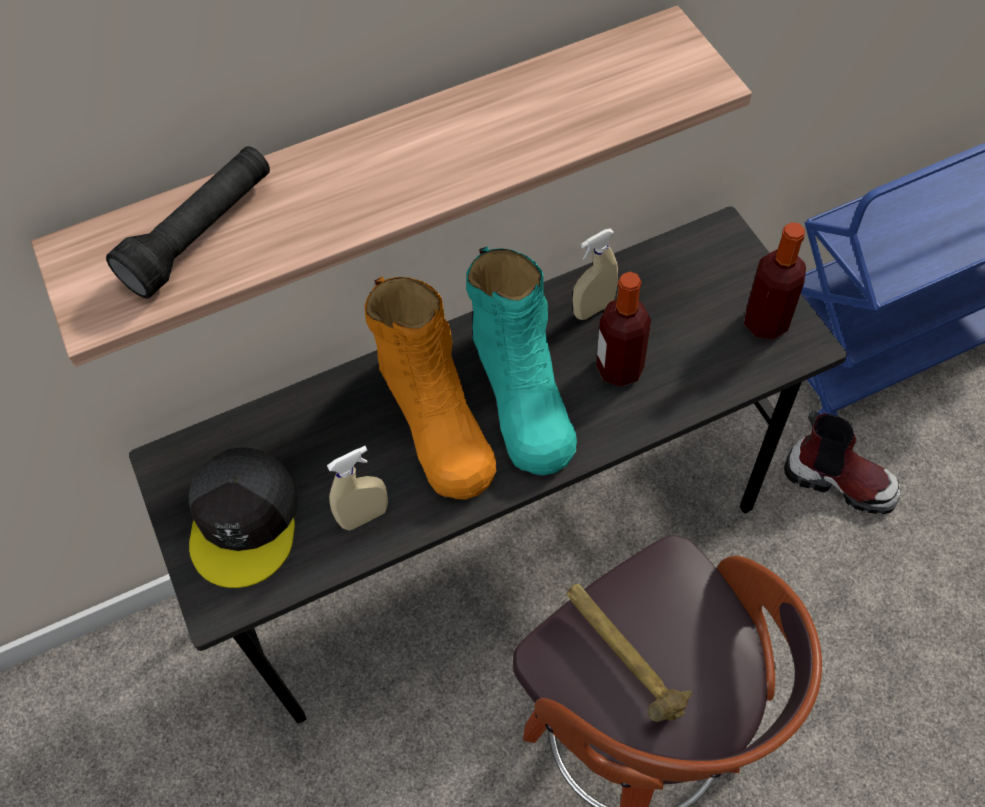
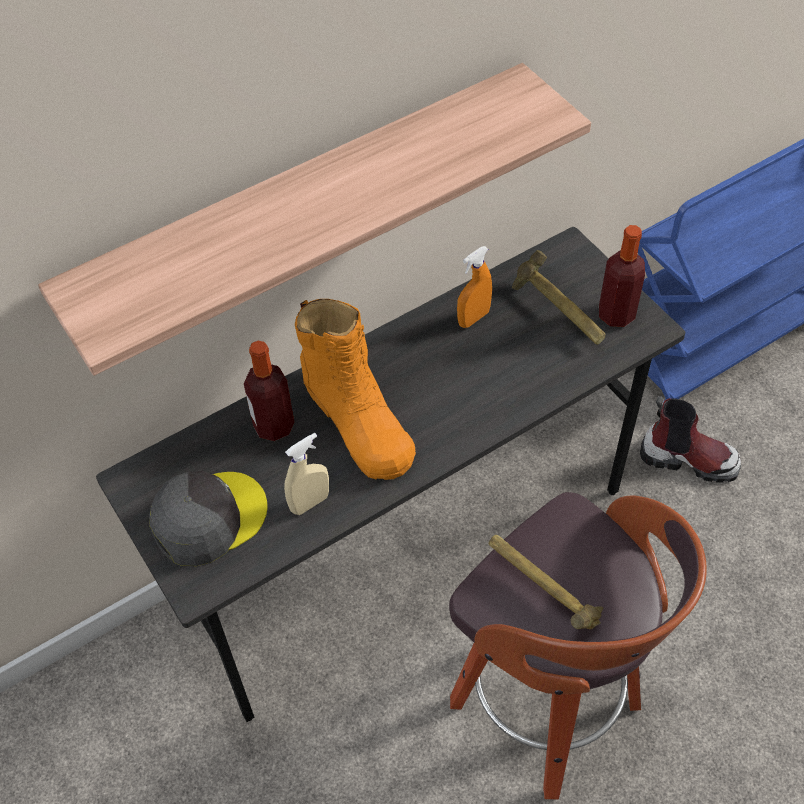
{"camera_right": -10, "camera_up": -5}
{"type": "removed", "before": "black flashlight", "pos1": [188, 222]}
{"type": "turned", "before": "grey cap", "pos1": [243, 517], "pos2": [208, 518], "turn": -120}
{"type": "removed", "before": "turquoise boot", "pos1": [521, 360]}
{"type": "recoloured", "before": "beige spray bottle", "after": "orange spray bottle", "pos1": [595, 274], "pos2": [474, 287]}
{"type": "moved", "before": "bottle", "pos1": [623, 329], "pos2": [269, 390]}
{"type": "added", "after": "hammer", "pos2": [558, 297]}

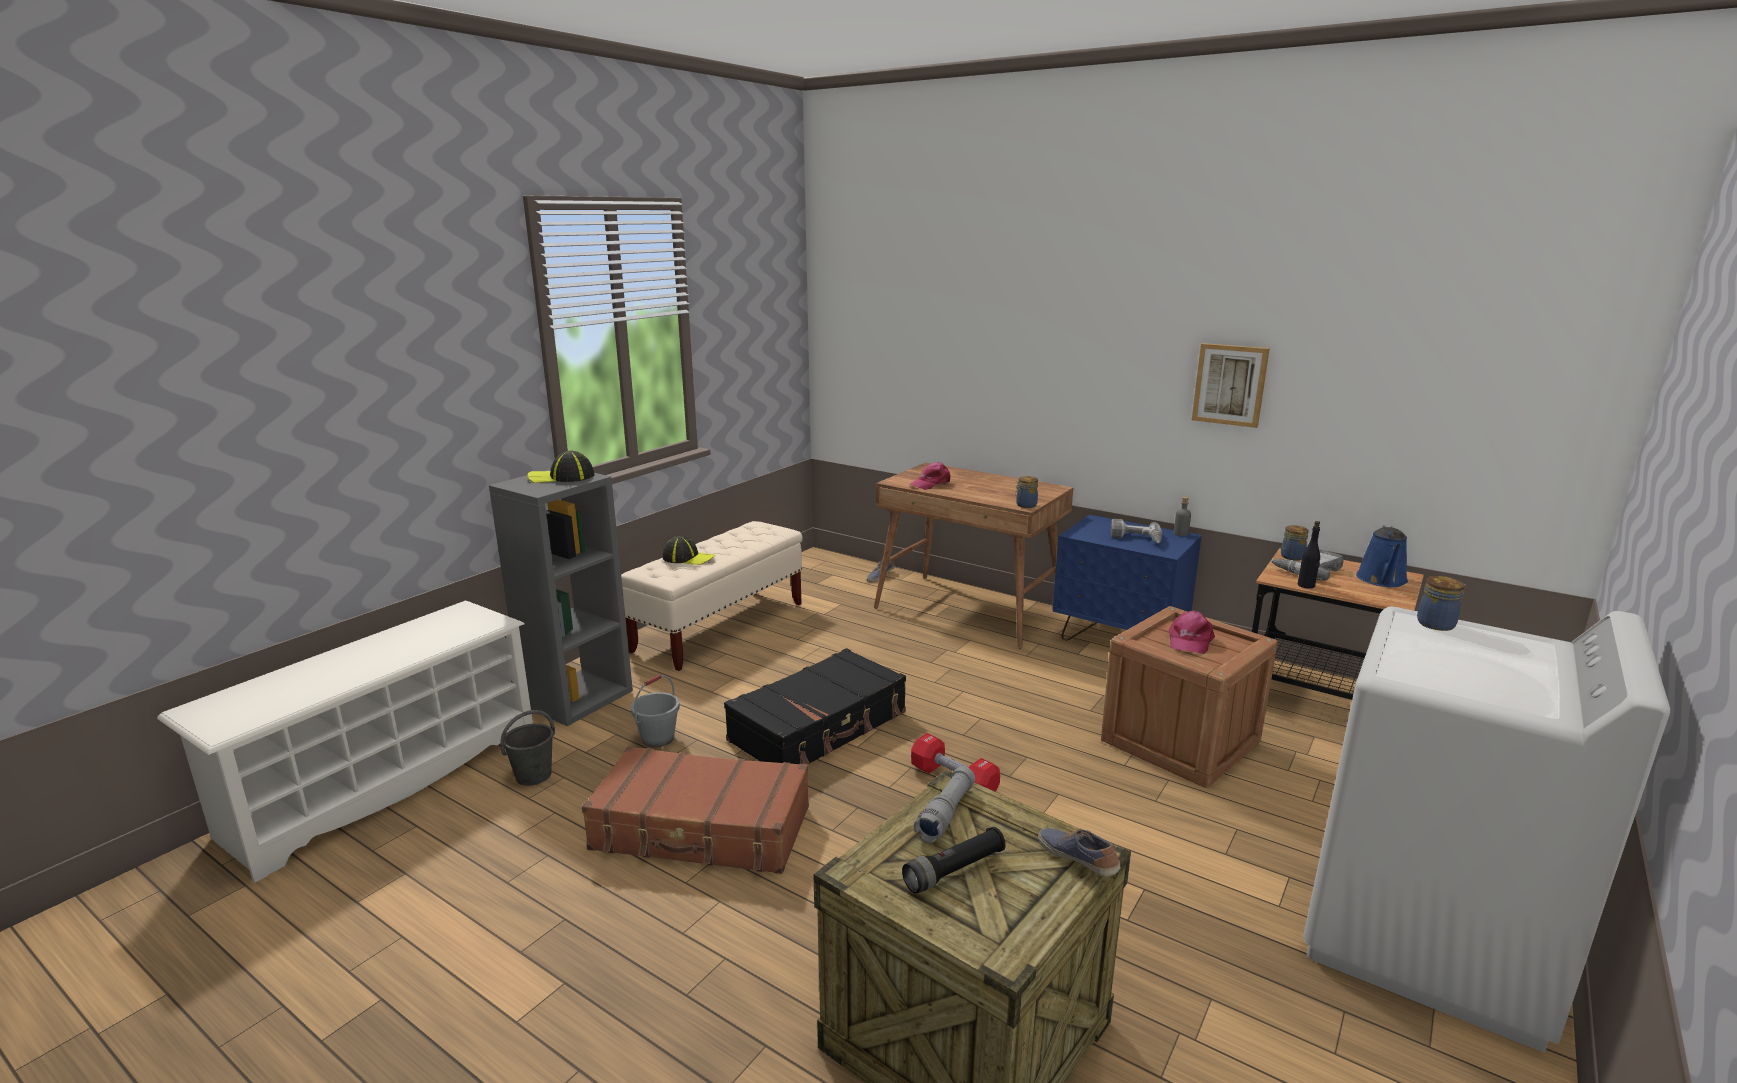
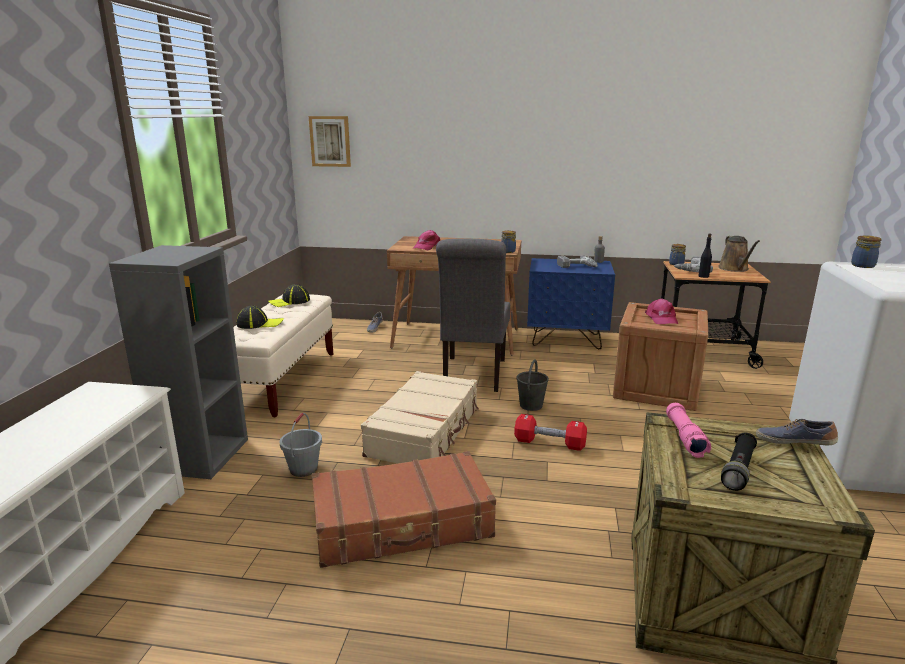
{"camera_right": -25, "camera_up": 0}
{"type": "moved", "before": "grey bucket", "pos1": [527, 748], "pos2": [532, 385]}
{"type": "moved", "before": "cap", "pos1": [561, 467], "pos2": [289, 295]}
{"type": "recoloured", "before": "black suitcase", "after": "beige suitcase", "pos1": [815, 706], "pos2": [420, 417]}
{"type": "recoloured", "before": "grey flashlight", "after": "pink flashlight", "pos1": [944, 804], "pos2": [688, 430]}
{"type": "moved", "before": "picture", "pos1": [1231, 385], "pos2": [330, 141]}
{"type": "recoloured", "before": "blue watering can", "after": "brown watering can", "pos1": [1382, 556], "pos2": [739, 254]}
{"type": "added", "after": "grey chair", "pos2": [473, 315]}

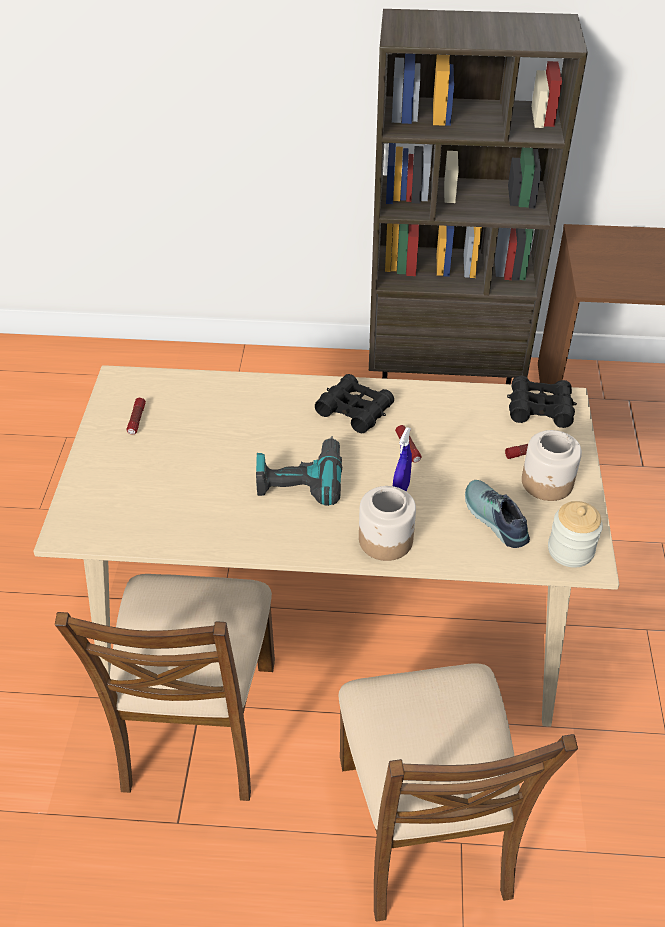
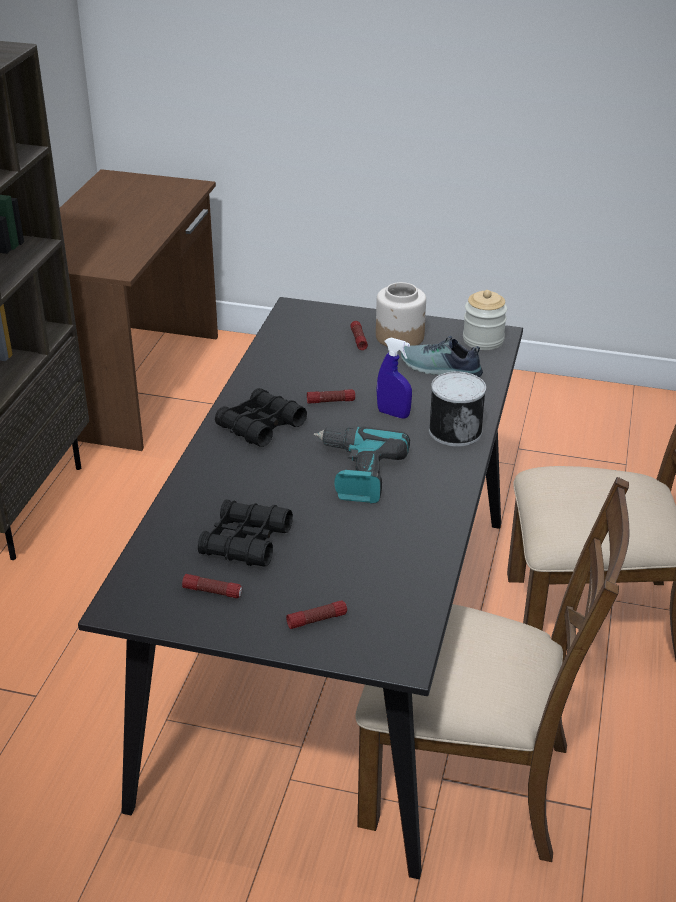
{"camera_right": -80, "camera_up": -10}
{"type": "recoloured", "before": "beige dining table", "after": "black dining table", "pos1": [326, 546], "pos2": [300, 588]}
{"type": "replaced", "before": "jar", "after": "can", "pos1": [387, 523], "pos2": [457, 409]}
{"type": "turned", "before": "shoe", "pos1": [497, 514], "pos2": [442, 356], "turn": 45}
{"type": "moved", "before": "black binoculars", "pos1": [542, 402], "pos2": [245, 533]}
{"type": "added", "after": "flashlight", "pos2": [316, 615]}

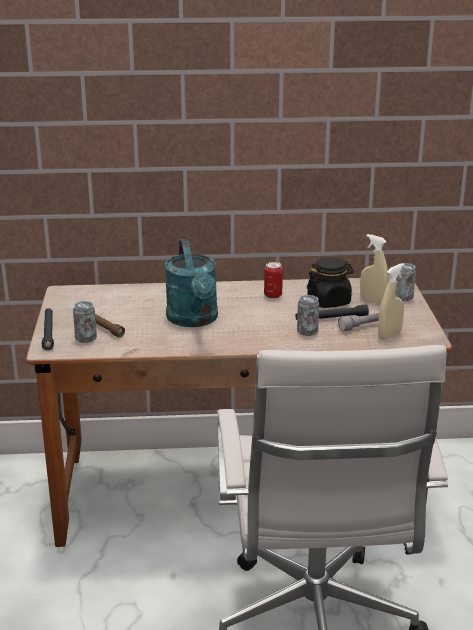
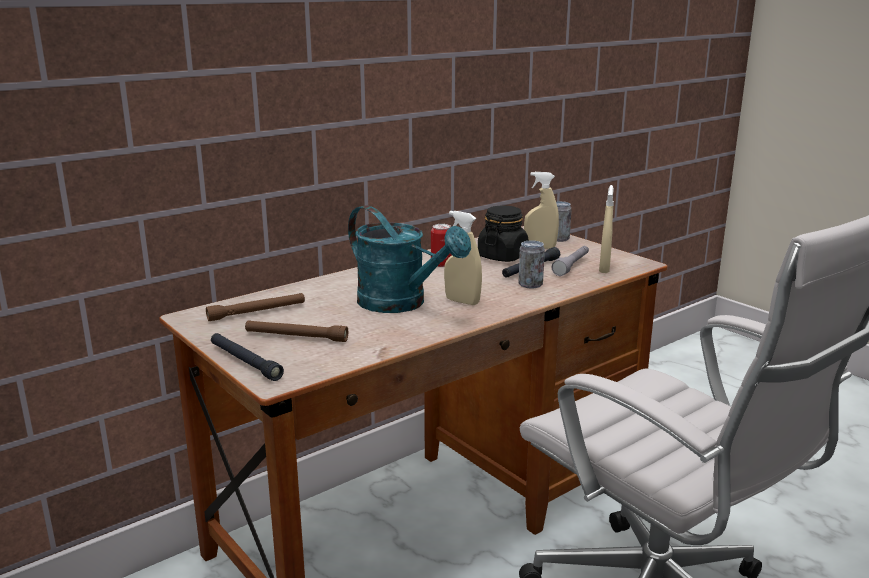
{"camera_right": -35, "camera_up": -5}
{"type": "removed", "before": "can", "pos1": [85, 322]}
{"type": "added", "after": "brown flashlight", "pos2": [255, 307]}
{"type": "added", "after": "beige spray bottle", "pos2": [463, 258]}

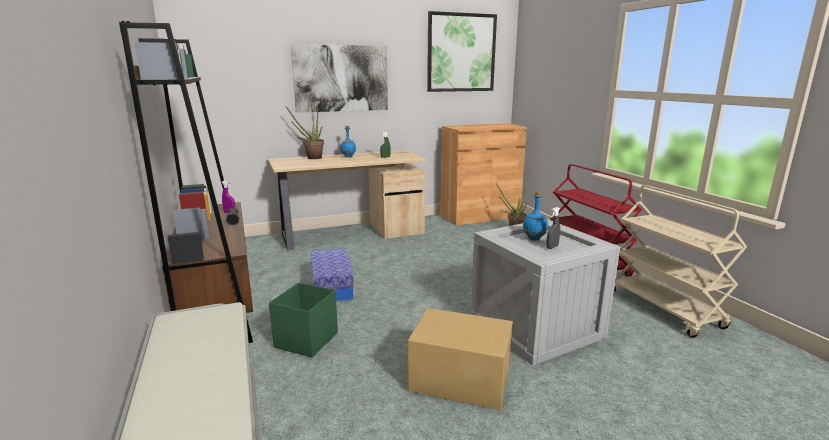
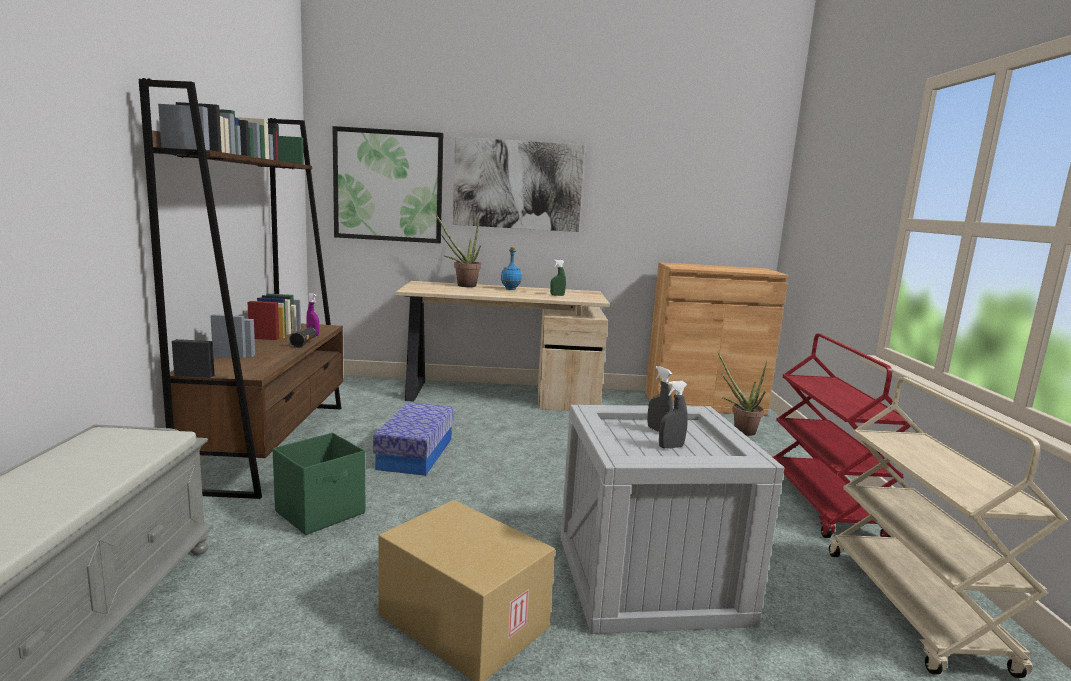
{"camera_right": 20, "camera_up": -5}
{"type": "moved", "before": "picture", "pos1": [462, 51], "pos2": [387, 184]}
{"type": "replaced", "before": "blue bottle", "after": "grey spray bottle", "pos1": [535, 216], "pos2": [660, 399]}

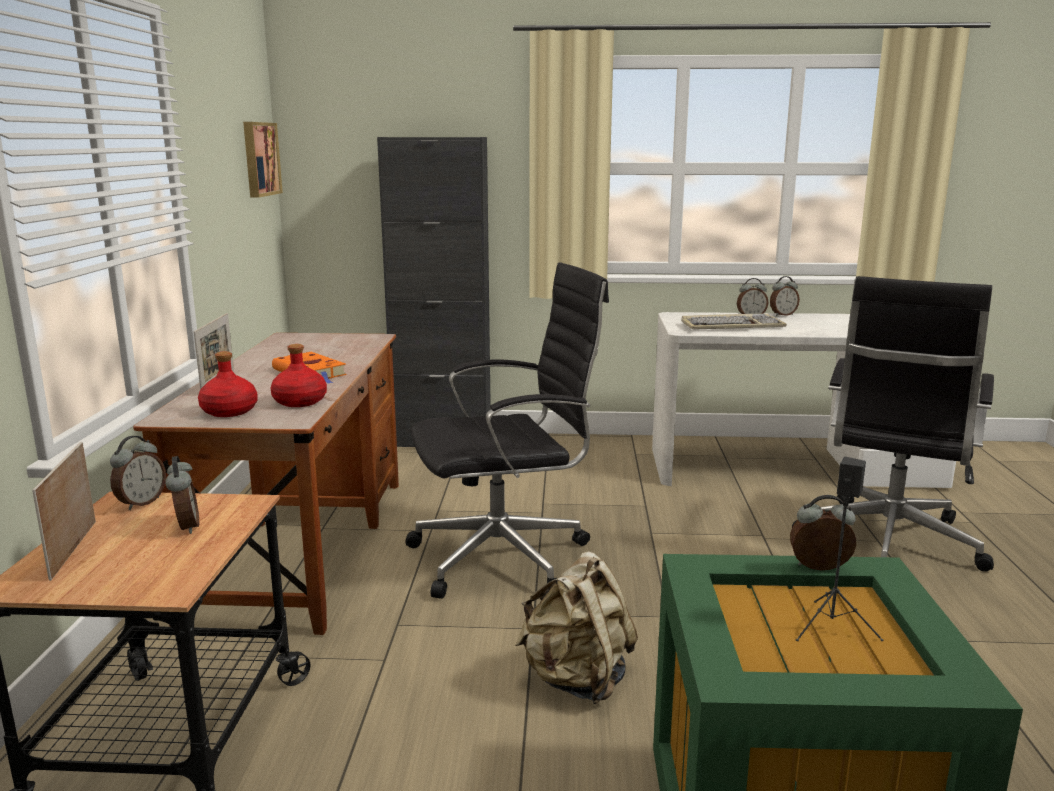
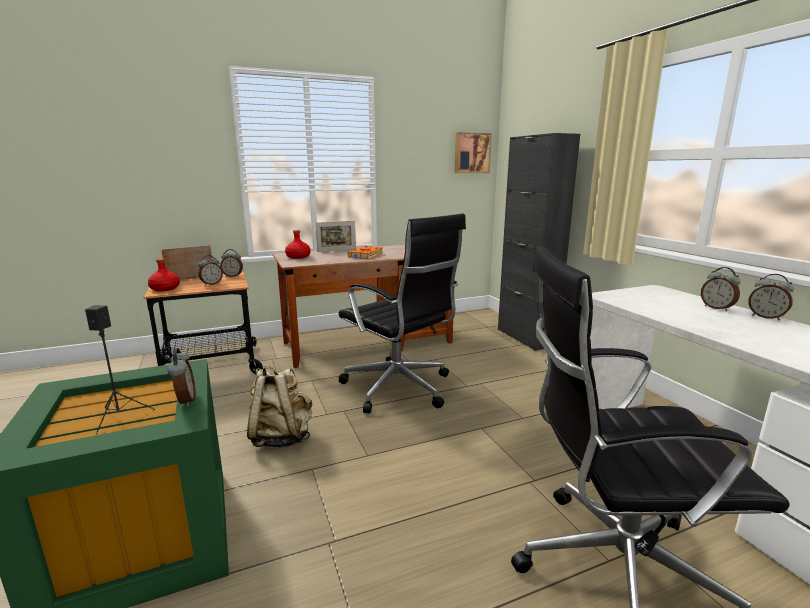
{"camera_right": 65, "camera_up": 0}
{"type": "moved", "before": "red bottle", "pos1": [299, 375], "pos2": [164, 275]}
{"type": "removed", "before": "keyboard", "pos1": [734, 322]}

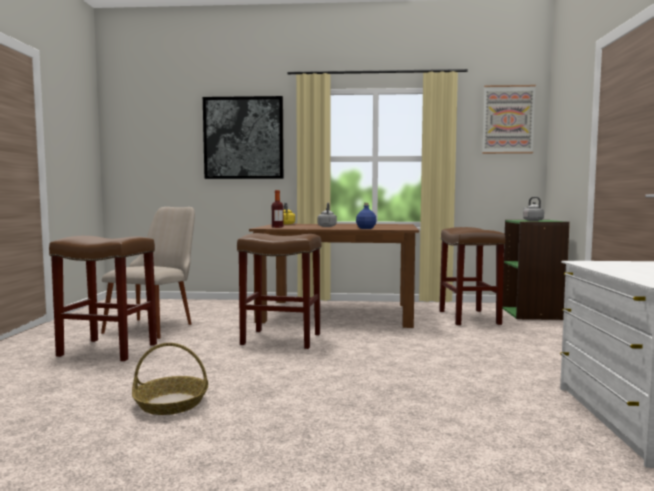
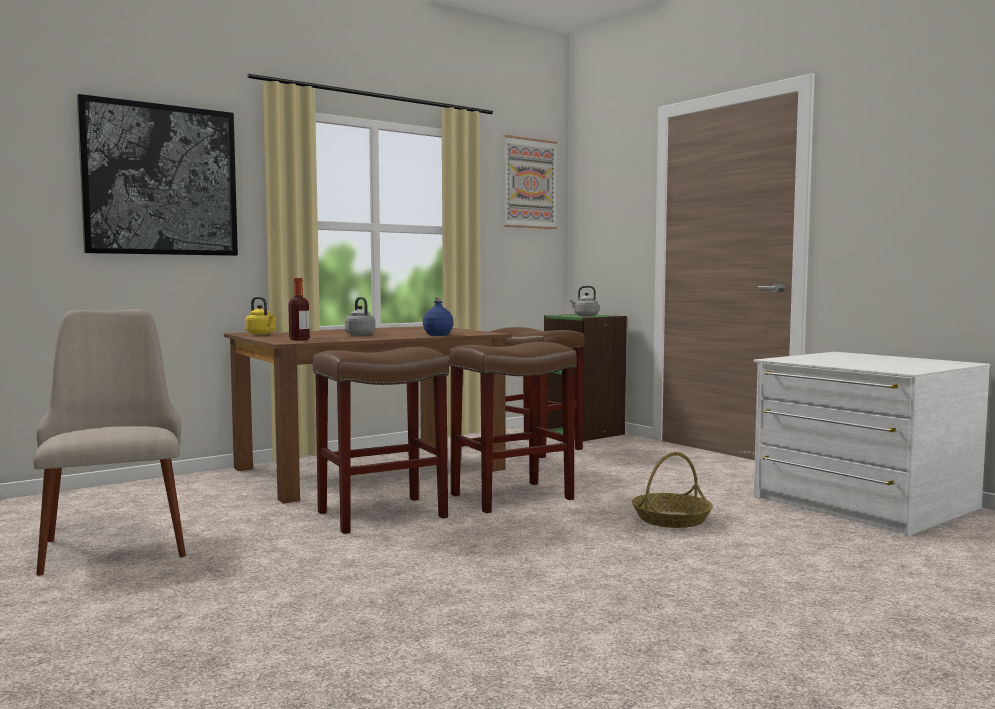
{"camera_right": -40, "camera_up": 0}
{"type": "moved", "before": "brown stool", "pos1": [103, 298], "pos2": [512, 427]}
{"type": "moved", "before": "basket", "pos1": [170, 379], "pos2": [672, 490]}

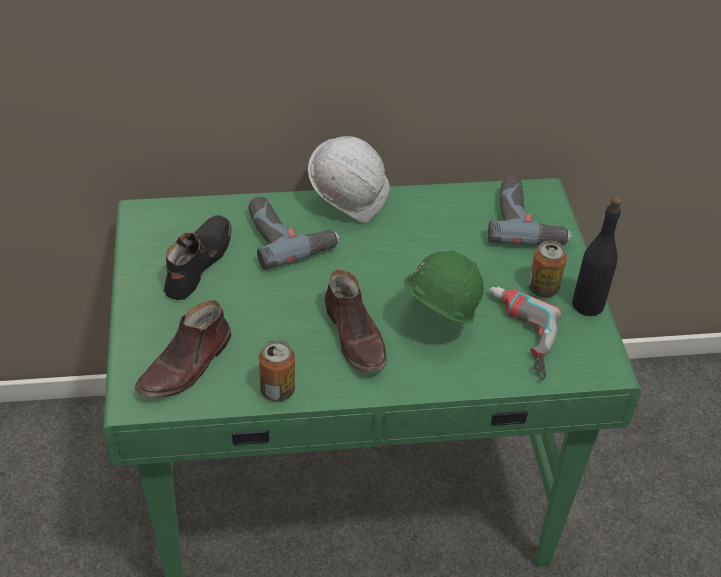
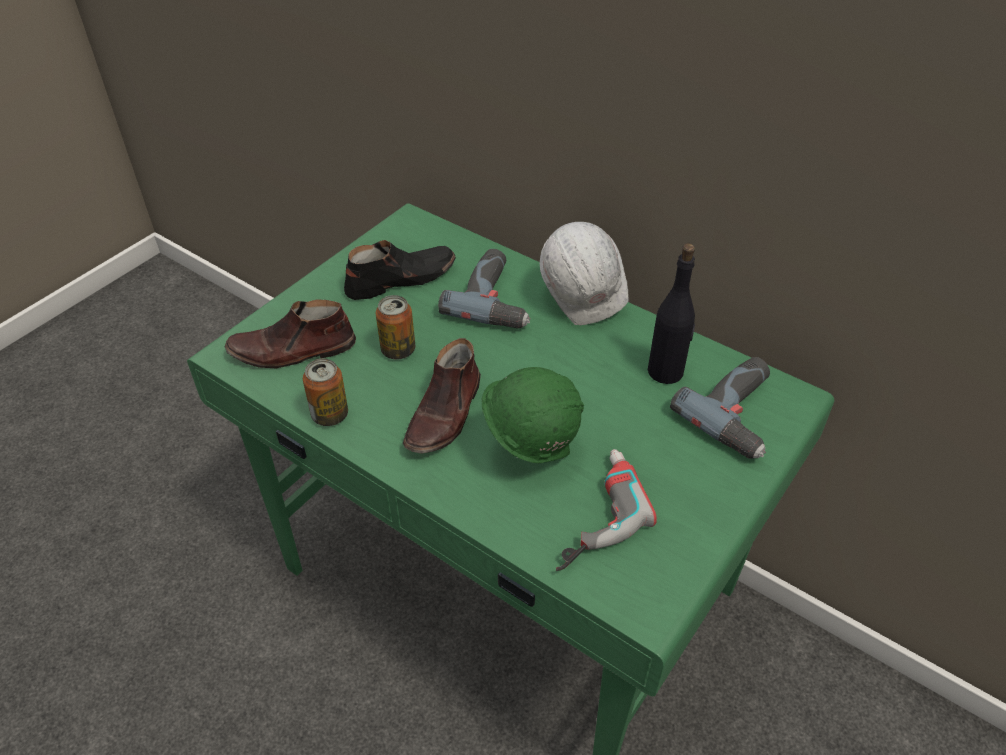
{"camera_right": 45, "camera_up": 0}
{"type": "moved", "before": "can", "pos1": [547, 268], "pos2": [395, 327]}
{"type": "moved", "before": "black bottle", "pos1": [597, 256], "pos2": [671, 313]}

